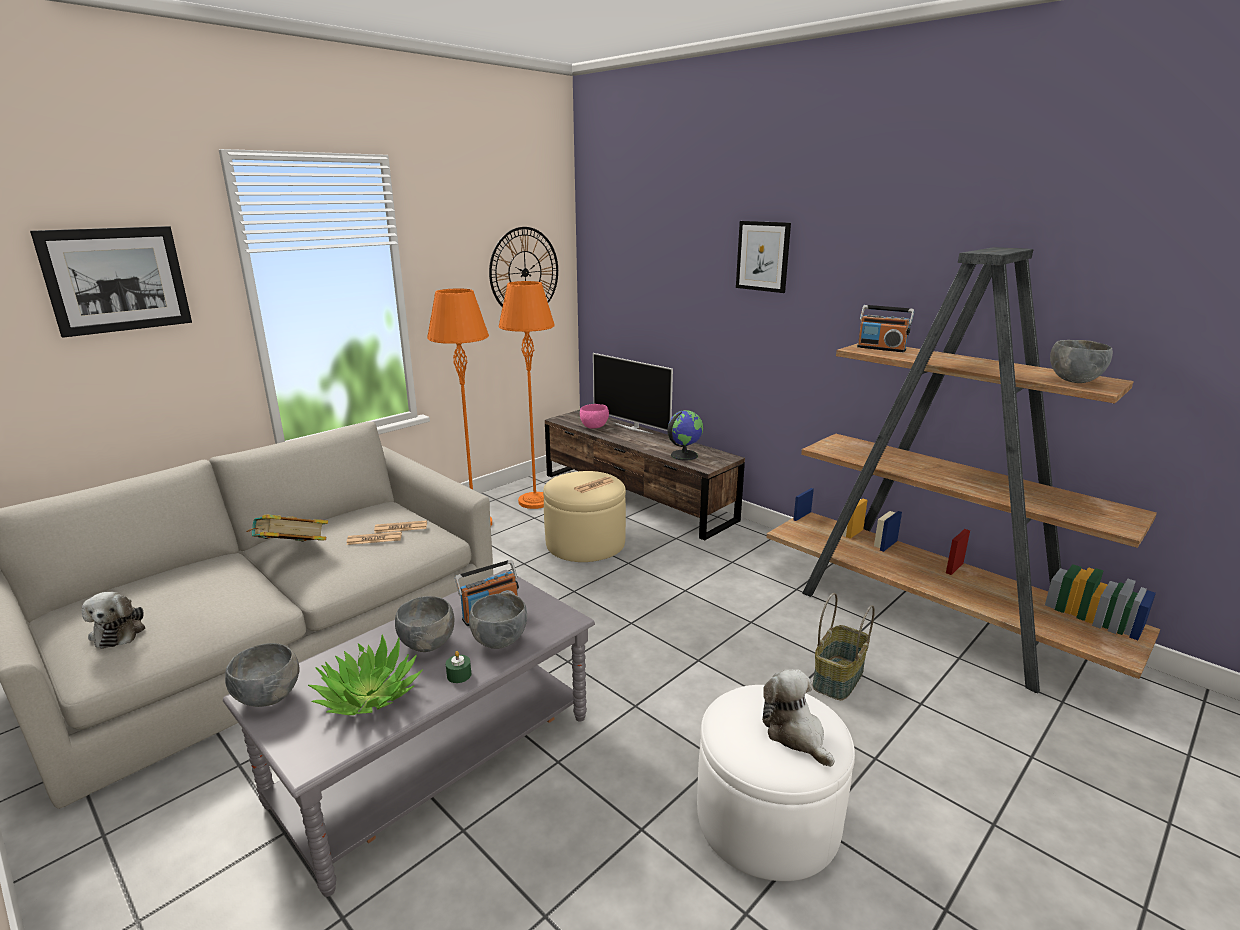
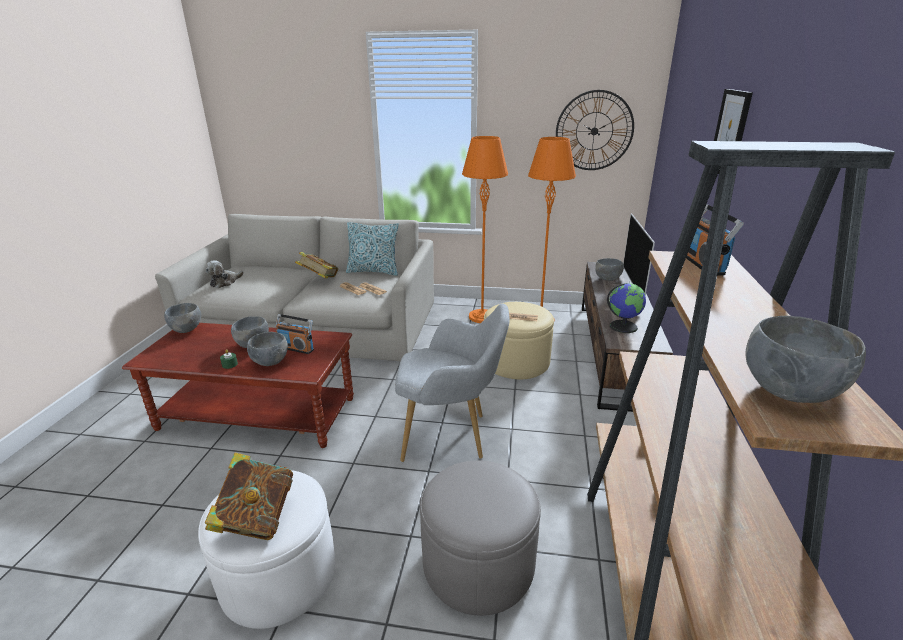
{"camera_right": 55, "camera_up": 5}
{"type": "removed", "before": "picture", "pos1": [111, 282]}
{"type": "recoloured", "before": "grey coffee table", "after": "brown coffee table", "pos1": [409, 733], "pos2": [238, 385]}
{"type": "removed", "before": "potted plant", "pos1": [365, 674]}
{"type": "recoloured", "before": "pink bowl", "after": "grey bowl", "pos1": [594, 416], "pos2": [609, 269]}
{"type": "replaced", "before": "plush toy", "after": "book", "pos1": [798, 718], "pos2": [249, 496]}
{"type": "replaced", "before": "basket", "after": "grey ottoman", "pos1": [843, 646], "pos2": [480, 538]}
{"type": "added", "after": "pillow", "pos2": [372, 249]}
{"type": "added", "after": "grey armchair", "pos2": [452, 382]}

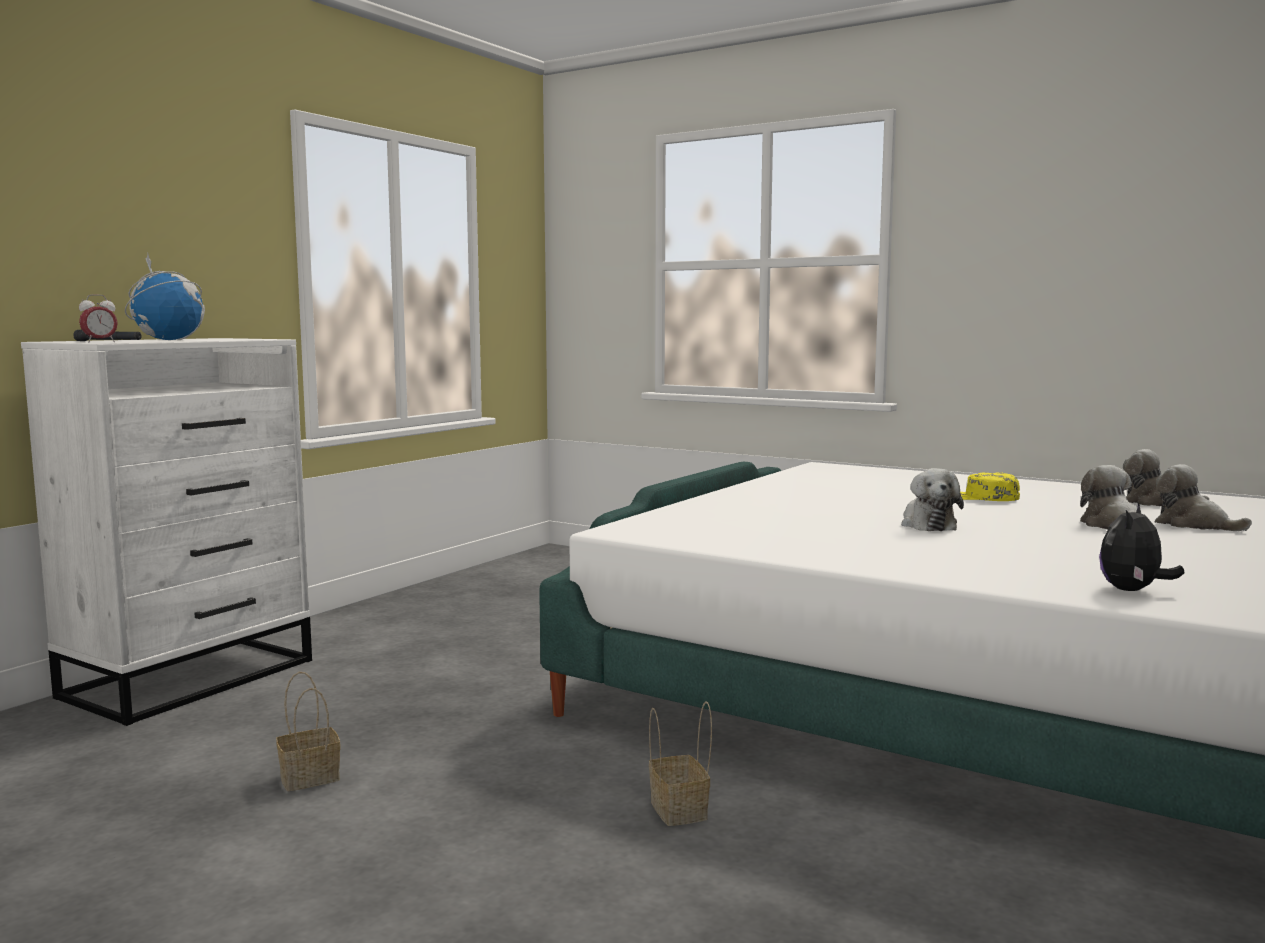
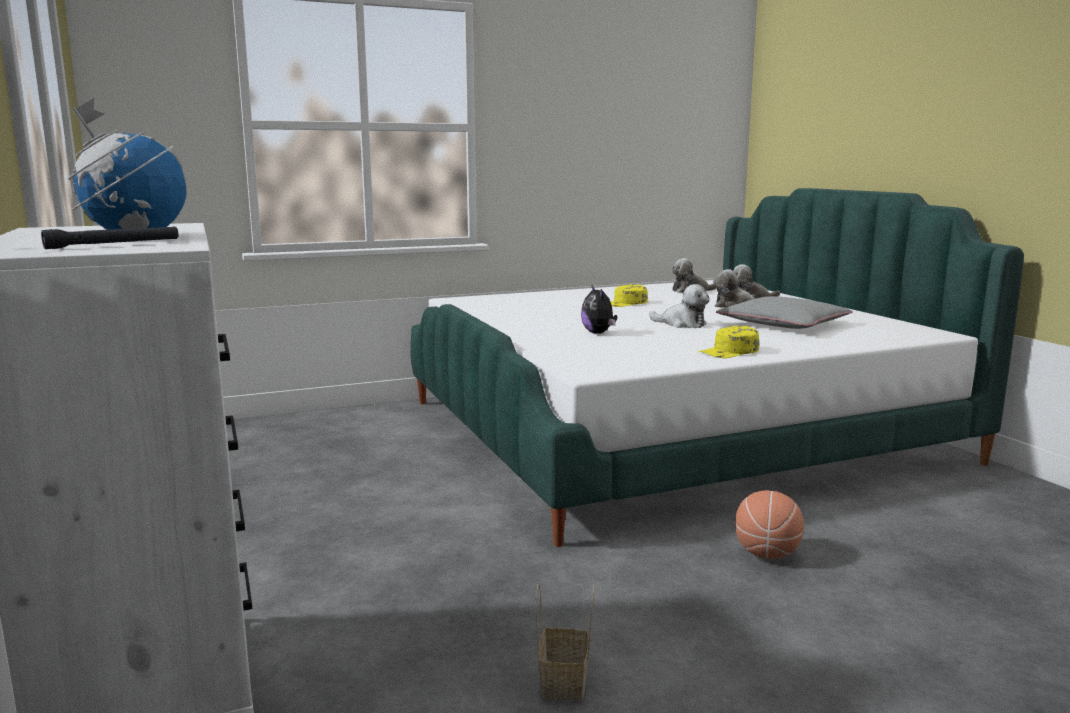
{"camera_right": -55, "camera_up": 5}
{"type": "removed", "before": "alarm clock", "pos1": [98, 319]}
{"type": "replaced", "before": "basket", "after": "basketball", "pos1": [680, 763], "pos2": [769, 524]}
{"type": "moved", "before": "plush toy", "pos1": [1141, 547], "pos2": [599, 309]}
{"type": "added", "after": "yellow cap", "pos2": [728, 342]}
{"type": "added", "after": "grey pillow", "pos2": [784, 312]}

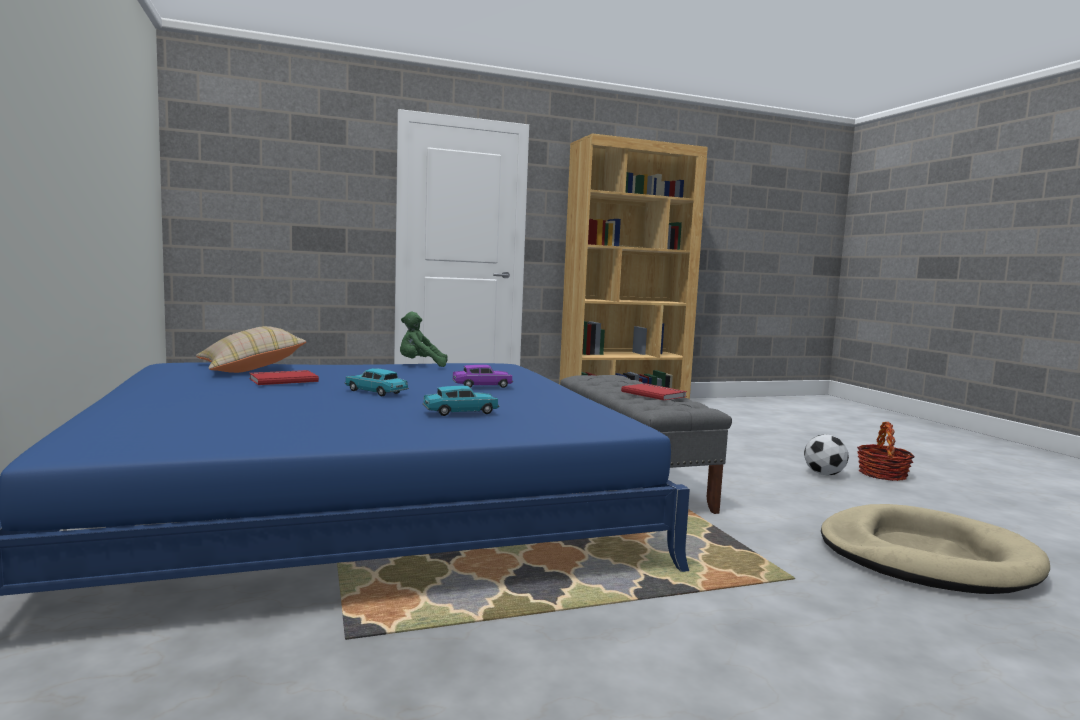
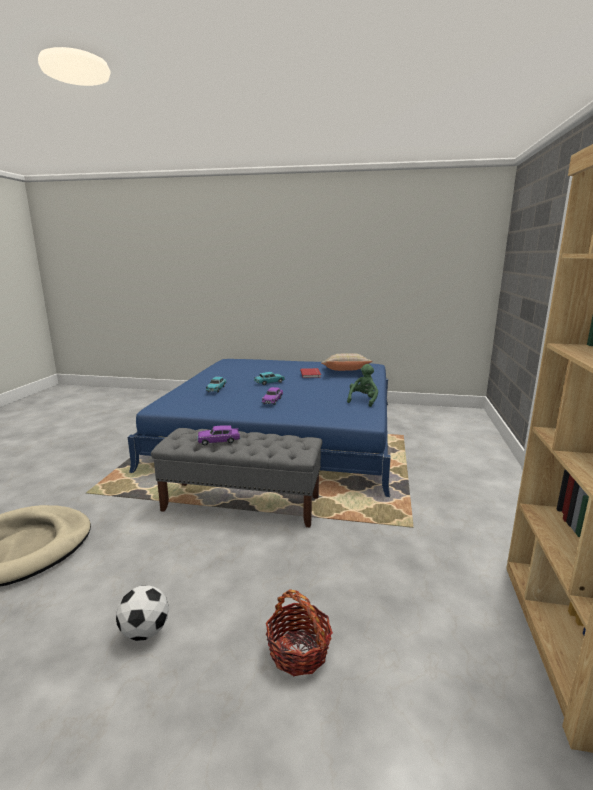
{"camera_right": 120, "camera_up": 10}
{"type": "replaced", "before": "red book", "after": "purple toy car", "pos1": [654, 392], "pos2": [219, 435]}
{"type": "moved", "before": "basket", "pos1": [886, 451], "pos2": [299, 632]}

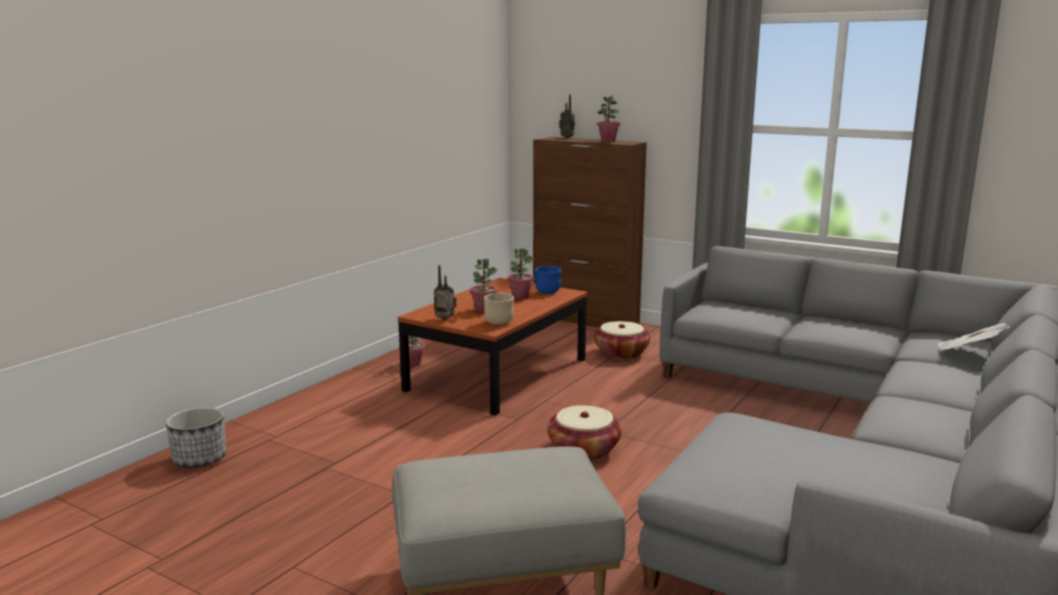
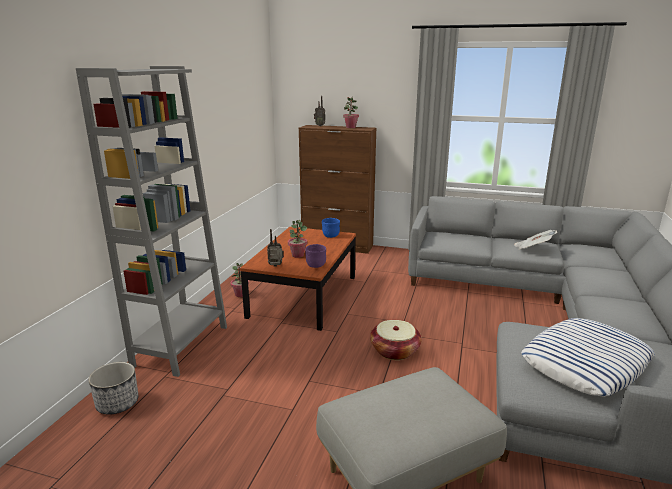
{"camera_right": -15, "camera_up": 5}
{"type": "recoloured", "before": "beige bowl", "after": "purple bowl", "pos1": [499, 309], "pos2": [315, 256]}
{"type": "removed", "before": "potted plant", "pos1": [520, 273]}
{"type": "removed", "before": "basket", "pos1": [622, 340]}
{"type": "moved", "before": "newspaper", "pos1": [974, 337], "pos2": [535, 240]}
{"type": "added", "after": "grey bookcase", "pos2": [151, 221]}
{"type": "added", "after": "pillow", "pos2": [588, 357]}

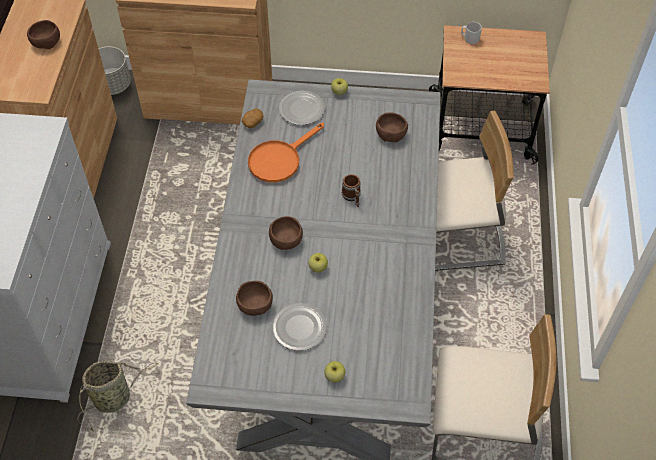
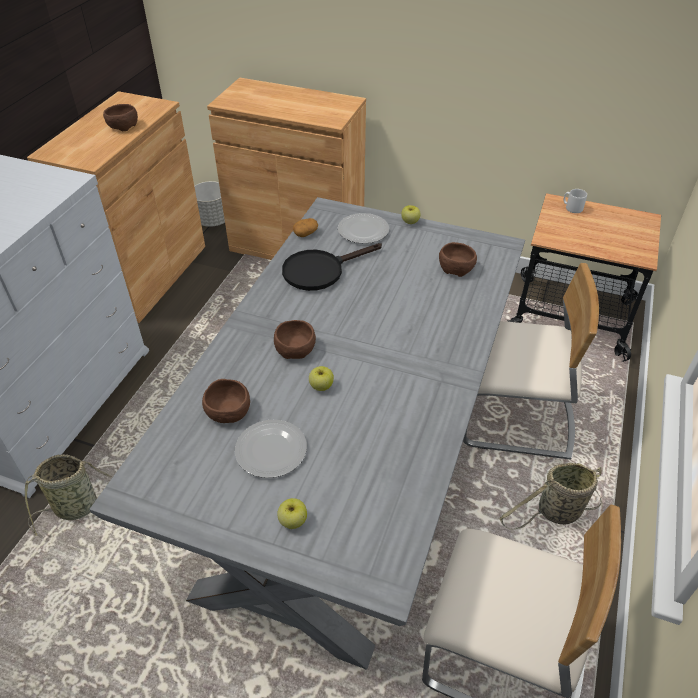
{"camera_right": 15, "camera_up": -10}
{"type": "recoloured", "before": "orange frying pan", "after": "black frying pan", "pos1": [286, 152], "pos2": [332, 267]}
{"type": "removed", "before": "mug", "pos1": [351, 190]}
{"type": "added", "after": "basket", "pos2": [550, 496]}

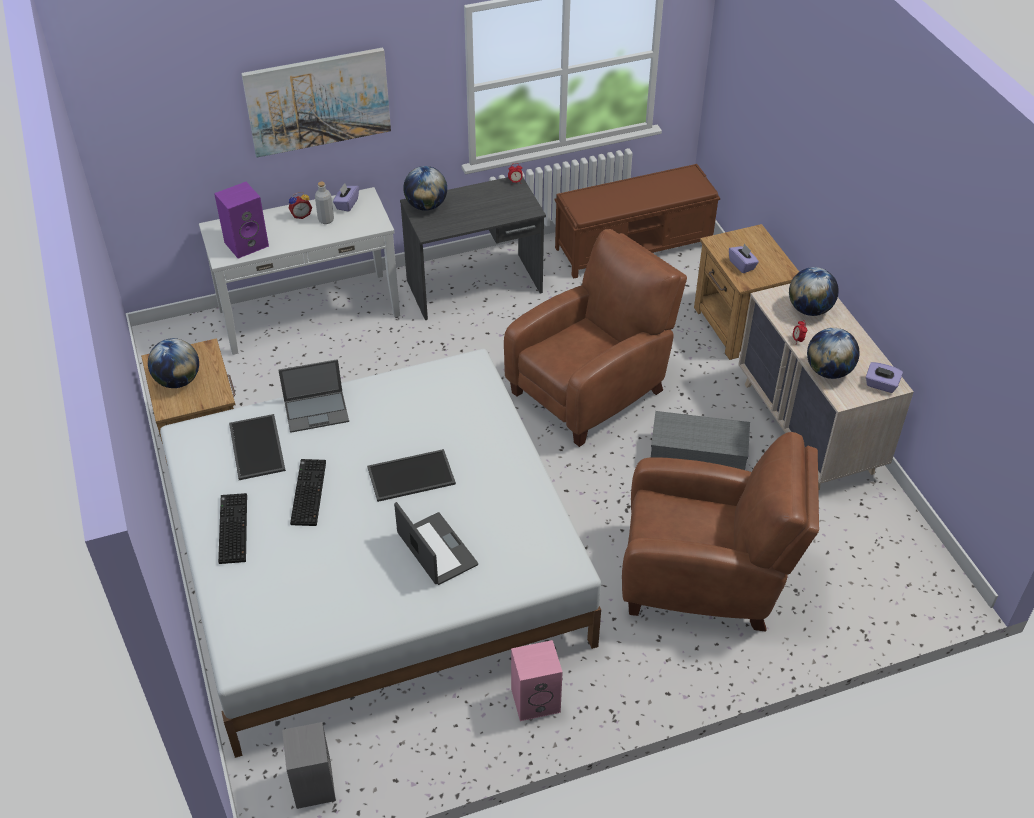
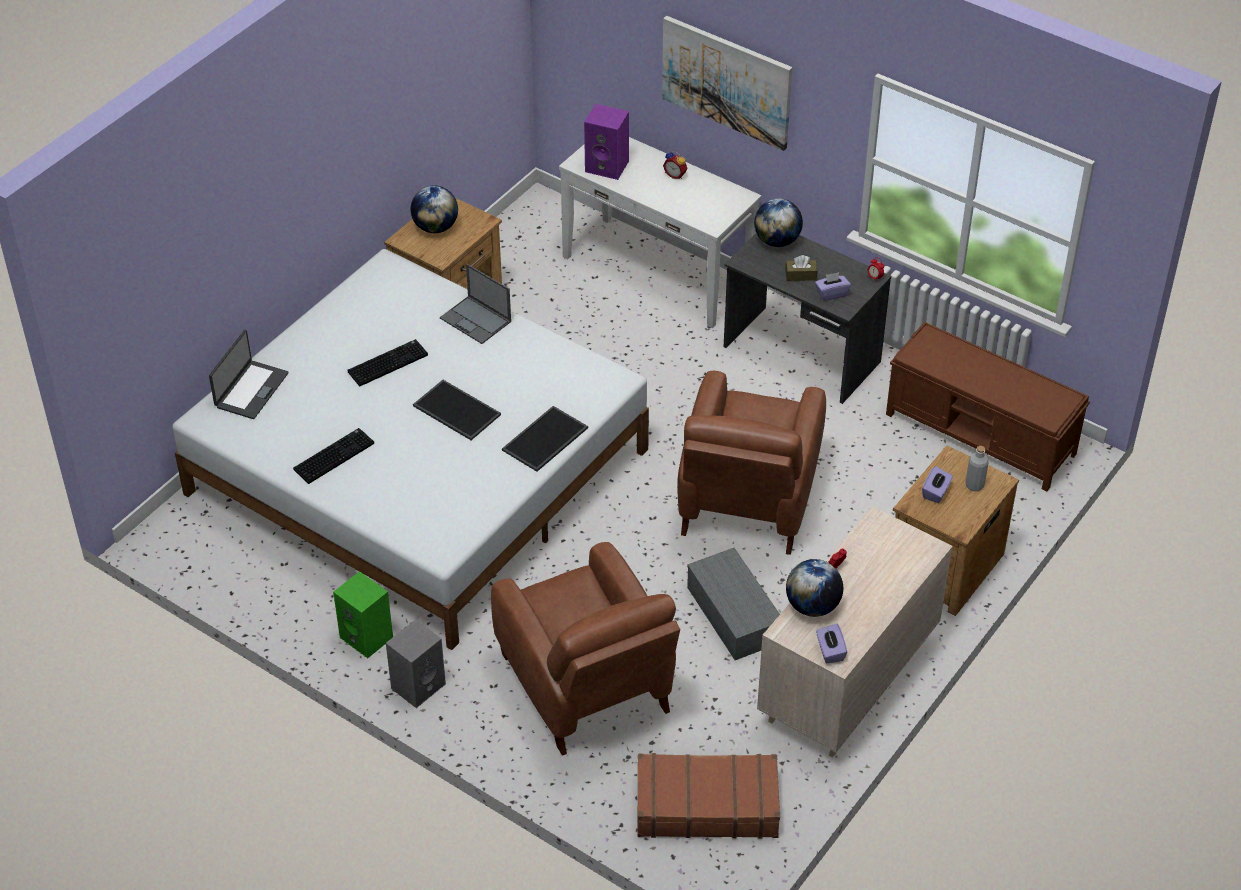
{"camera_right": 55, "camera_up": 0}
{"type": "moved", "before": "keyboard", "pos1": [232, 528], "pos2": [333, 456]}
{"type": "moved", "before": "tray", "pos1": [257, 447], "pos2": [545, 439]}
{"type": "moved", "before": "grey speaker", "pos1": [309, 765], "pos2": [416, 664]}
{"type": "moved", "before": "grey bottle", "pos1": [324, 203], "pos2": [977, 468]}
{"type": "moved", "before": "purple tissue box", "pos1": [346, 197], "pos2": [833, 286]}
{"type": "moved", "before": "laptop", "pos1": [436, 543], "pos2": [248, 374]}
{"type": "turned", "before": "brown armchair", "pos1": [595, 338], "pos2": [751, 463], "turn": 90}
{"type": "recoloured", "before": "pink speaker", "after": "green speaker", "pos1": [537, 680], "pos2": [363, 615]}
{"type": "removed", "before": "globe", "pos1": [814, 291]}
{"type": "added", "after": "brown suitcase", "pos2": [708, 796]}
{"type": "added", "after": "brown tissue box", "pos2": [801, 268]}

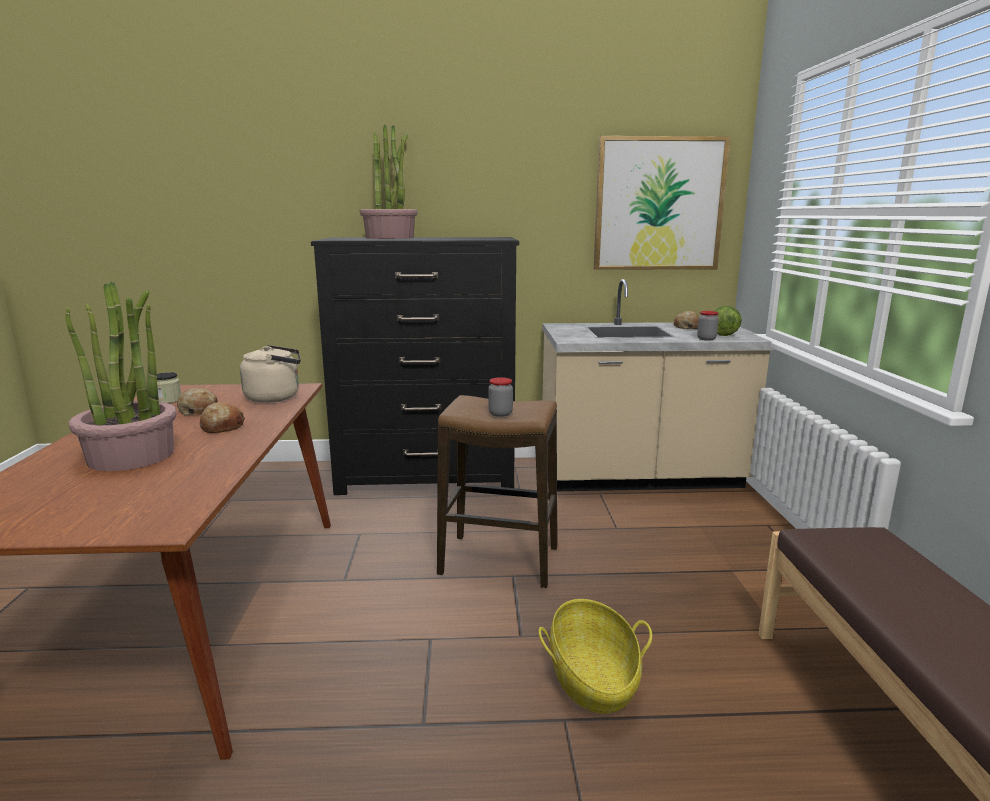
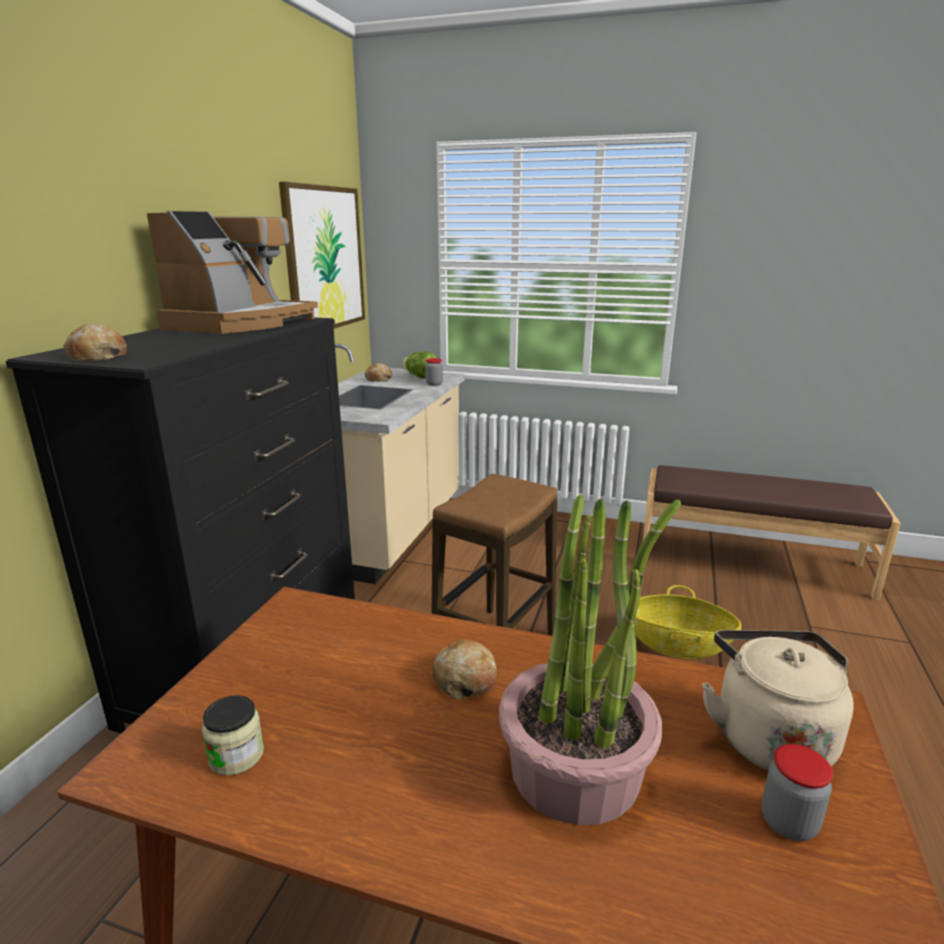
{"camera_right": -70, "camera_up": 5}
{"type": "moved", "before": "bread", "pos1": [197, 401], "pos2": [95, 342]}
{"type": "moved", "before": "beige kettle", "pos1": [270, 374], "pos2": [778, 700]}
{"type": "removed", "before": "potted plant", "pos1": [389, 182]}
{"type": "moved", "before": "jar", "pos1": [500, 397], "pos2": [797, 792]}
{"type": "added", "after": "coffee machine", "pos2": [232, 272]}

